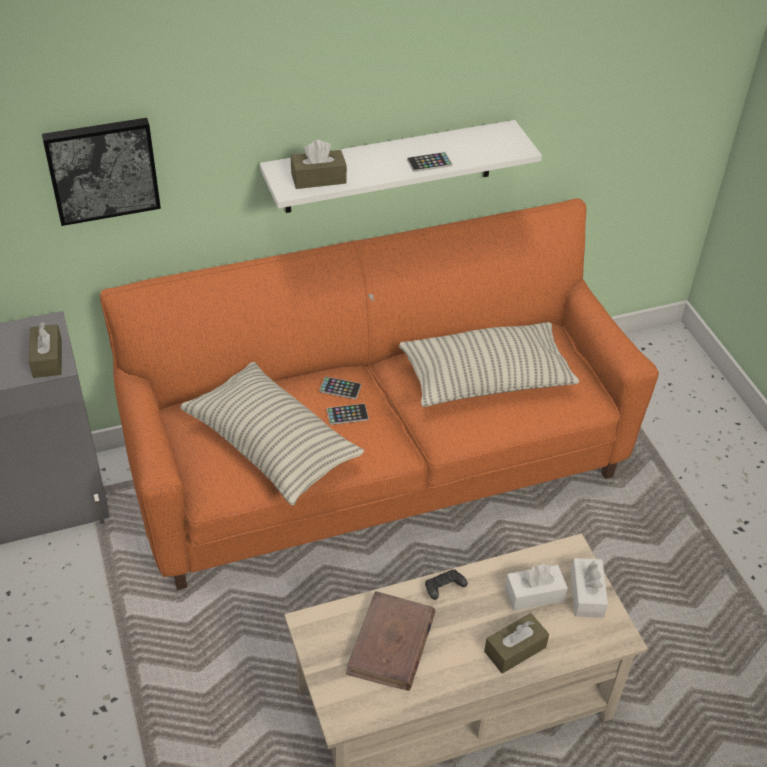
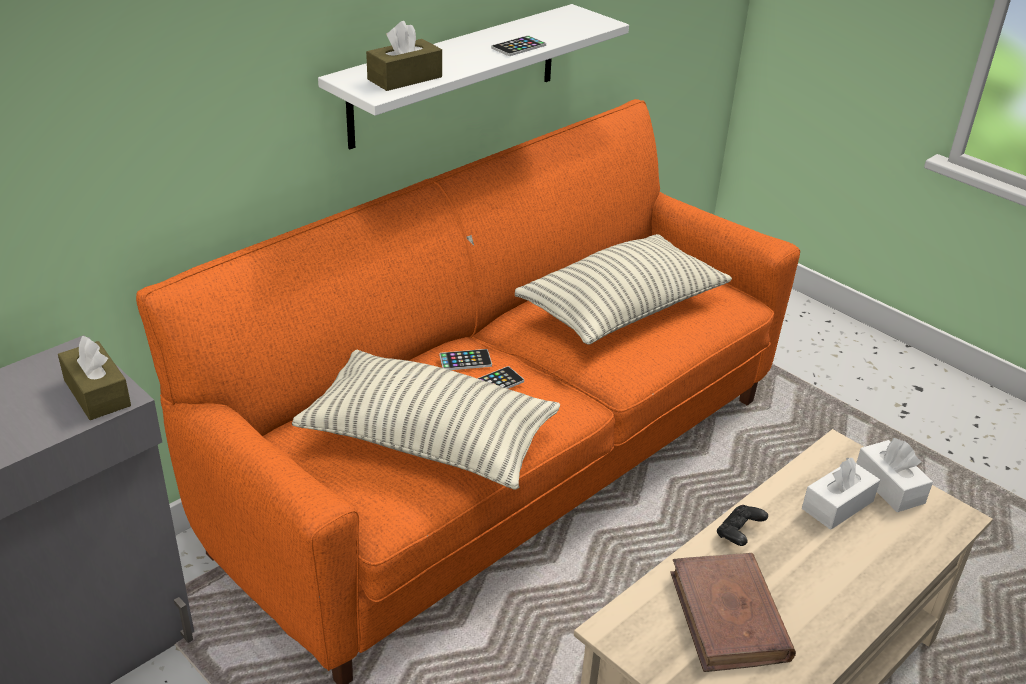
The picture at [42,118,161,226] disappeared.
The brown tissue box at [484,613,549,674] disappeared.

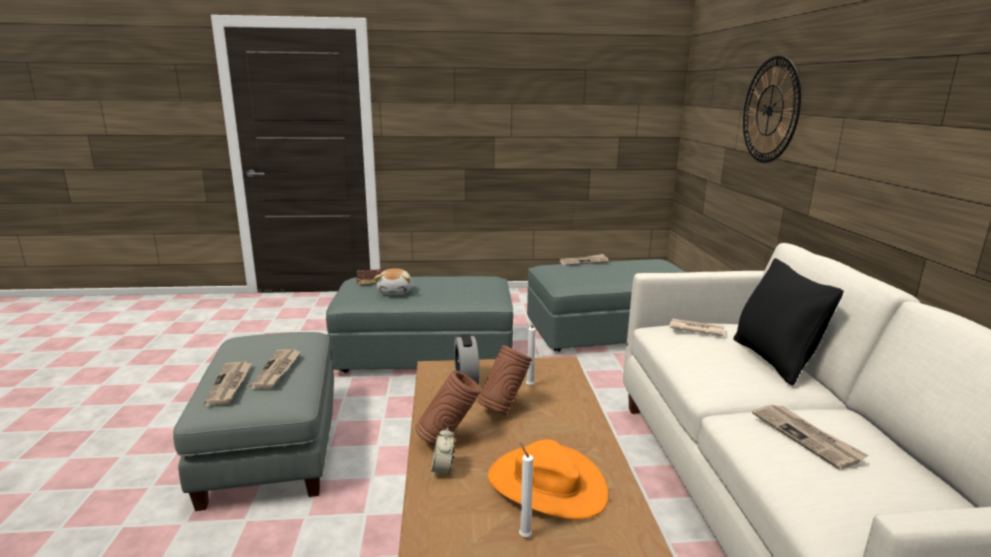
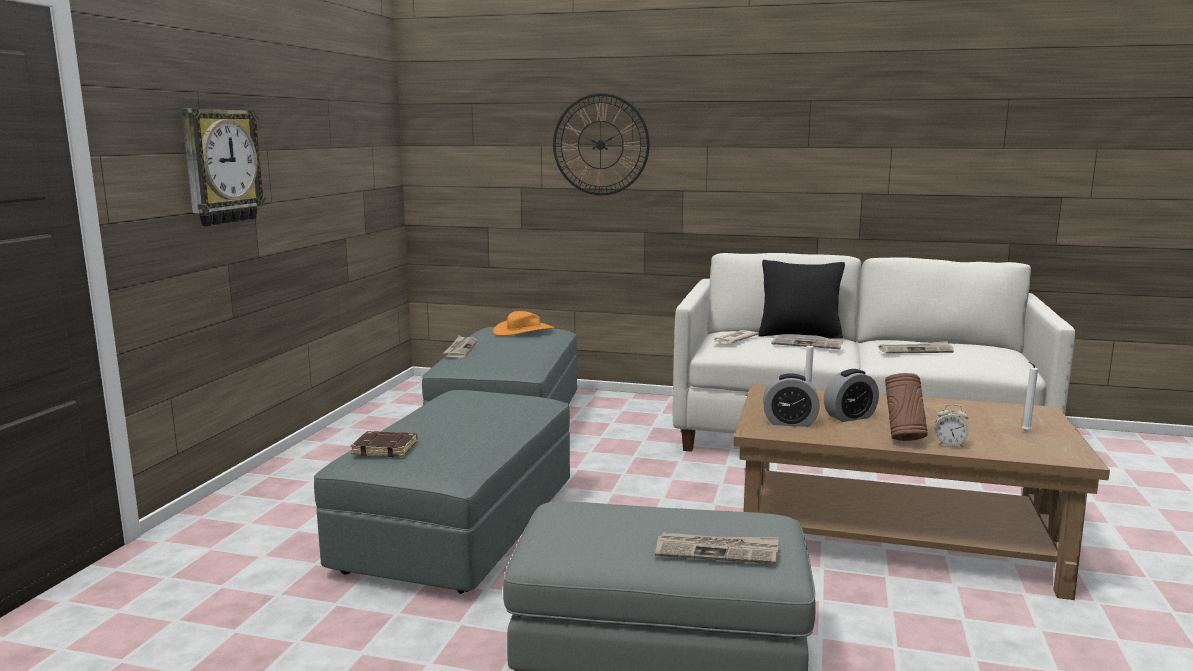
The newspaper moved from [249,349,301,389] to [771,336,844,349].
The plush toy at [374,269,412,295] disappeared.
The brown vase at [477,345,532,415] was replaced by the alarm clock at [824,369,879,422].
The orange hat moved from [488,440,609,520] to [493,311,554,336].
The wall clock at [181,109,266,226] appeared.

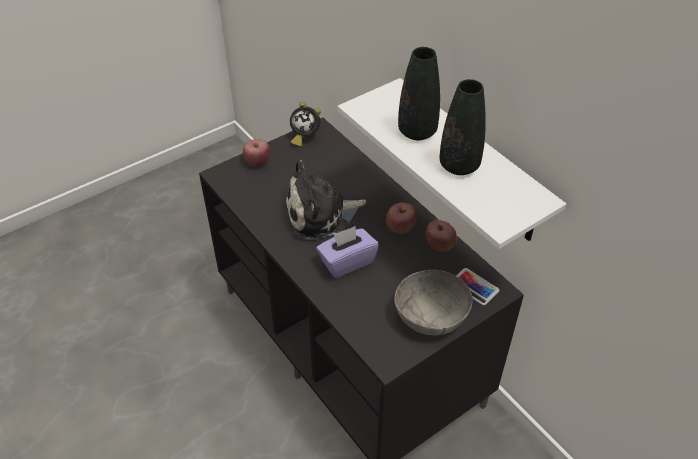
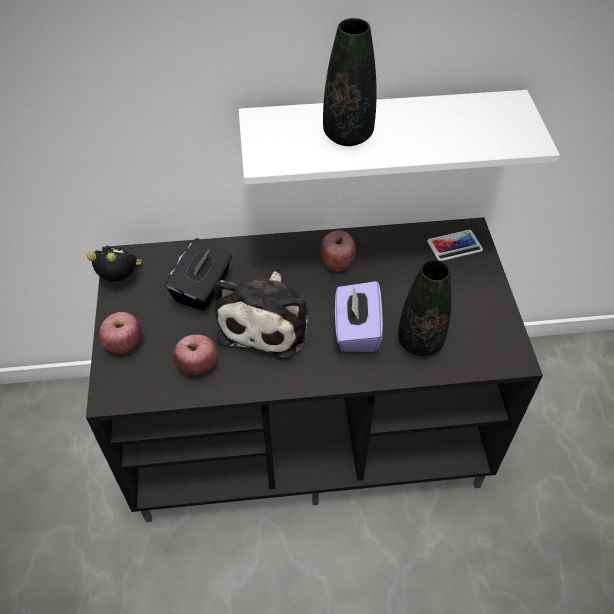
The alarm clock at [290,102,321,147] turned 120 degrees counterclockwise.
The grey bowl at [395,270,473,335] disappeared.
The apple moved from [425,220,457,252] to [173,334,217,375].
The black vase moved from [440,79,486,175] to [398,260,452,356].
The black tissue box at [165,238,232,310] appeared.

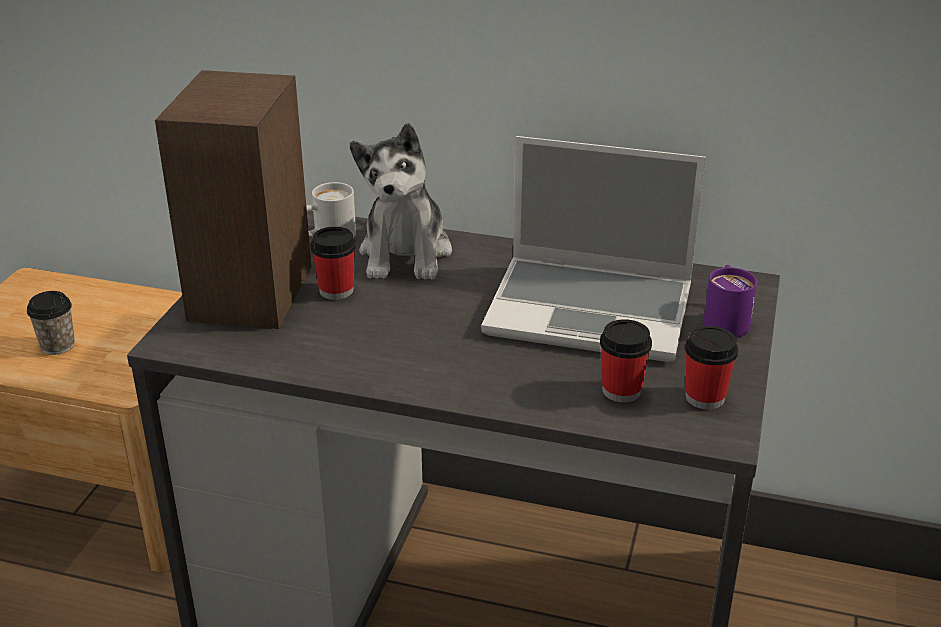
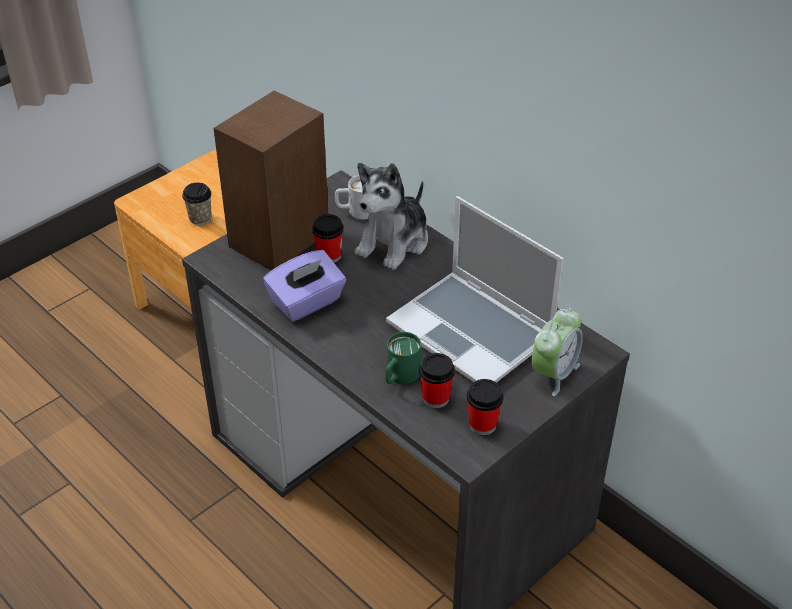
The purple mug at [703,265,757,338] was replaced by the alarm clock at [532,308,583,396].
The purple tissue box at [263,250,346,322] appeared.
The green mug at [385,332,421,384] appeared.

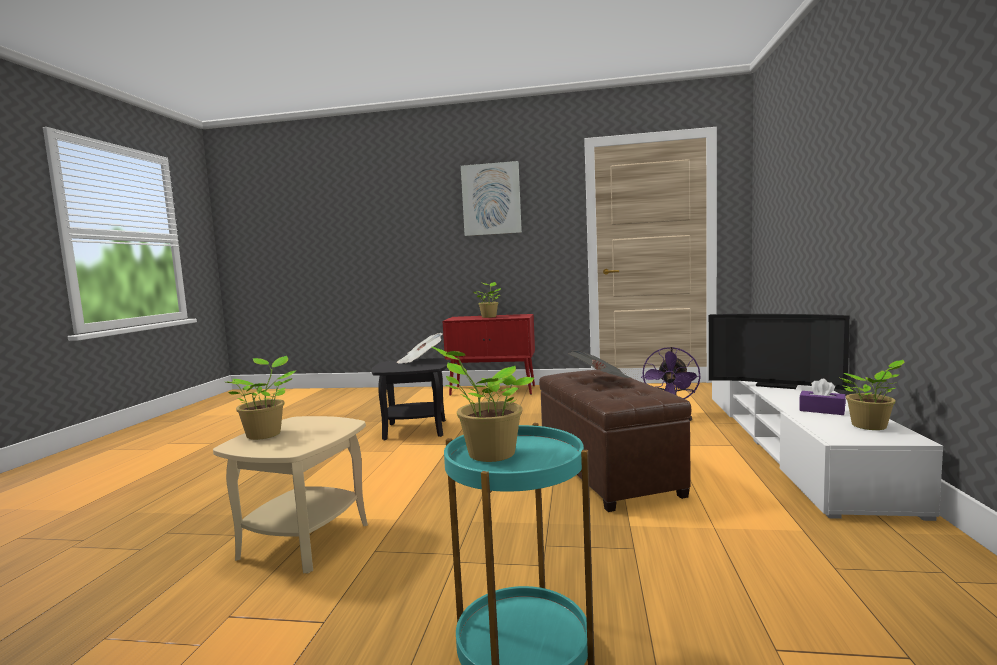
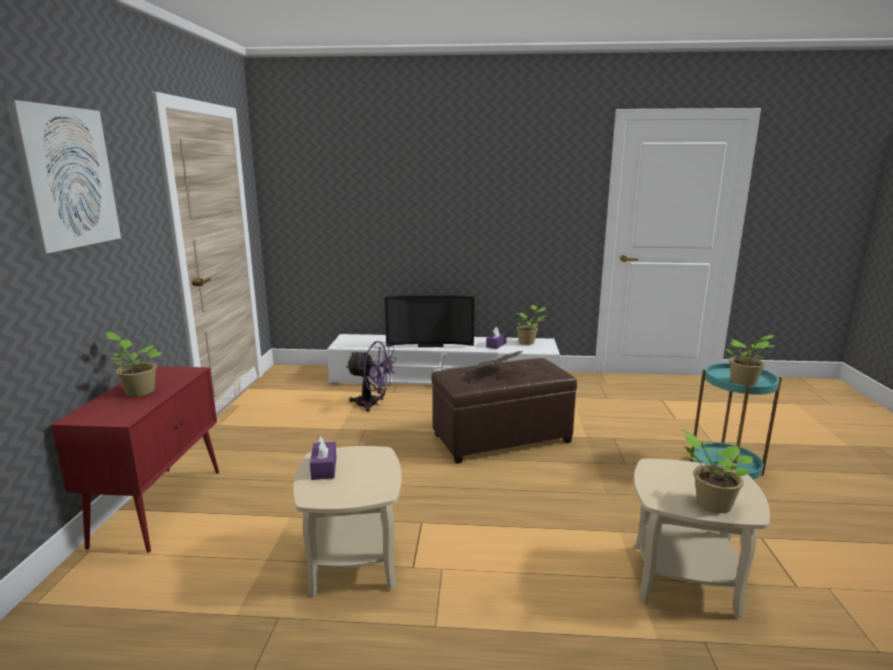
The black side table at [372,358,448,440] became the beige side table at [293,446,402,597].
The newspaper at [397,333,443,364] was replaced by the purple tissue box at [310,436,337,480].
The television at [709,314,850,391] turned 60 degrees clockwise.

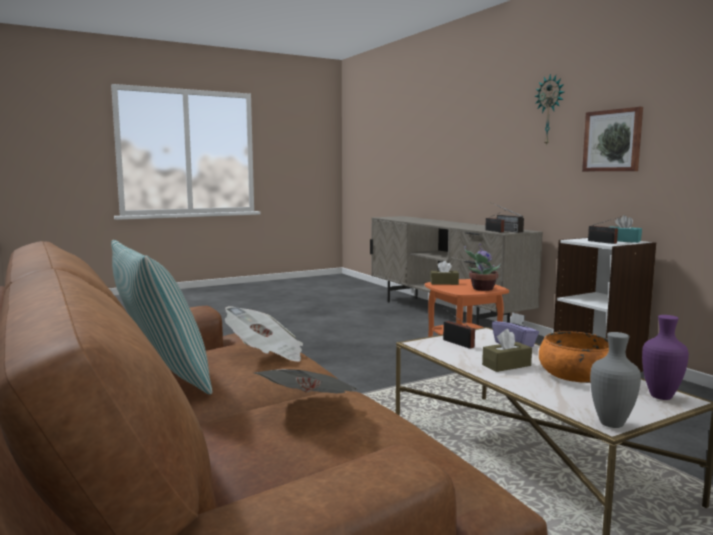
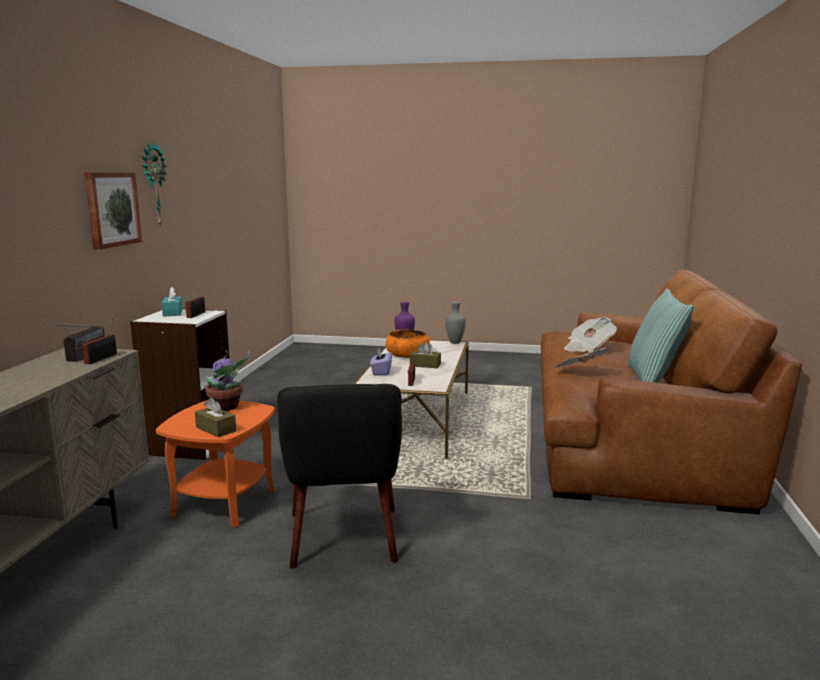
The wall clock moved from [534,74,564,146] to [142,142,167,228].
The black armchair at [277,384,402,569] appeared.

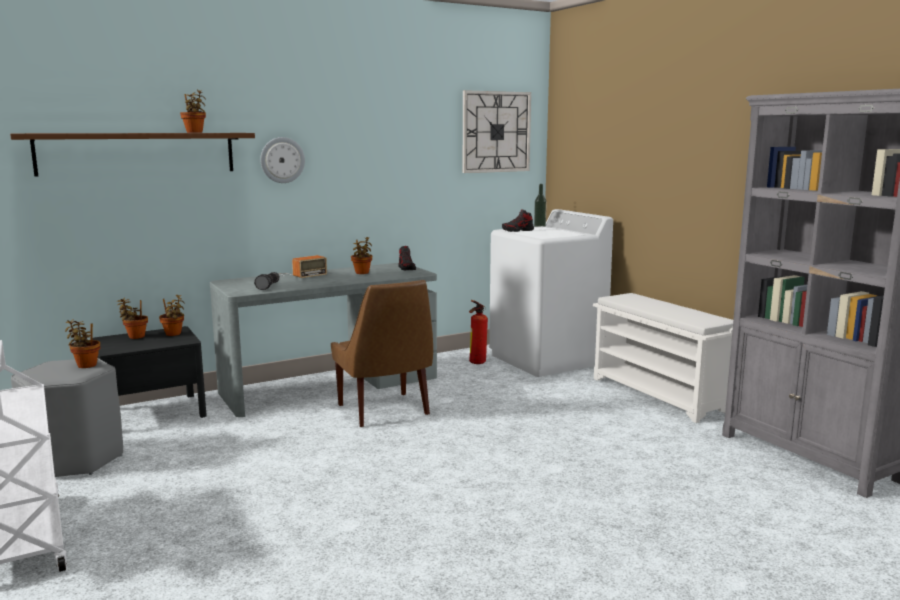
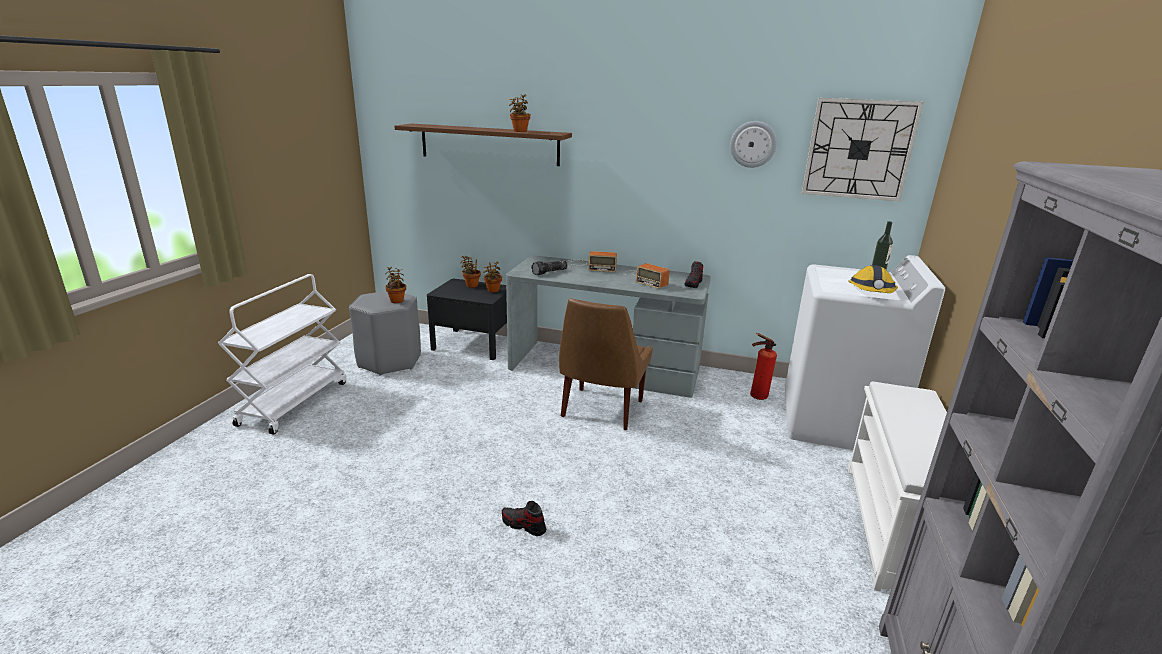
The wall clock moved from [260,137,305,183] to [730,121,777,168].
The potted plant at [351,237,372,274] was replaced by the radio at [624,263,670,289].
The shoe moved from [502,209,534,232] to [502,501,546,536].
The hard hat at [848,265,898,293] appeared.

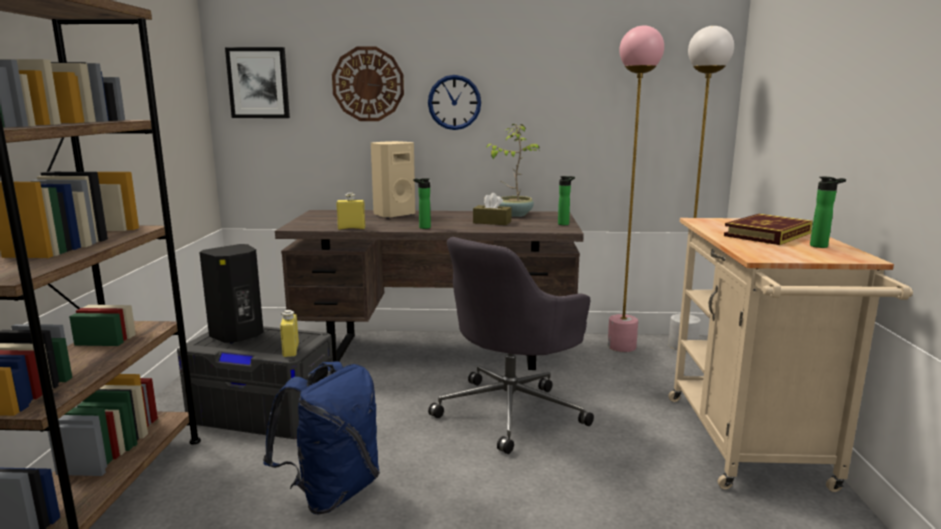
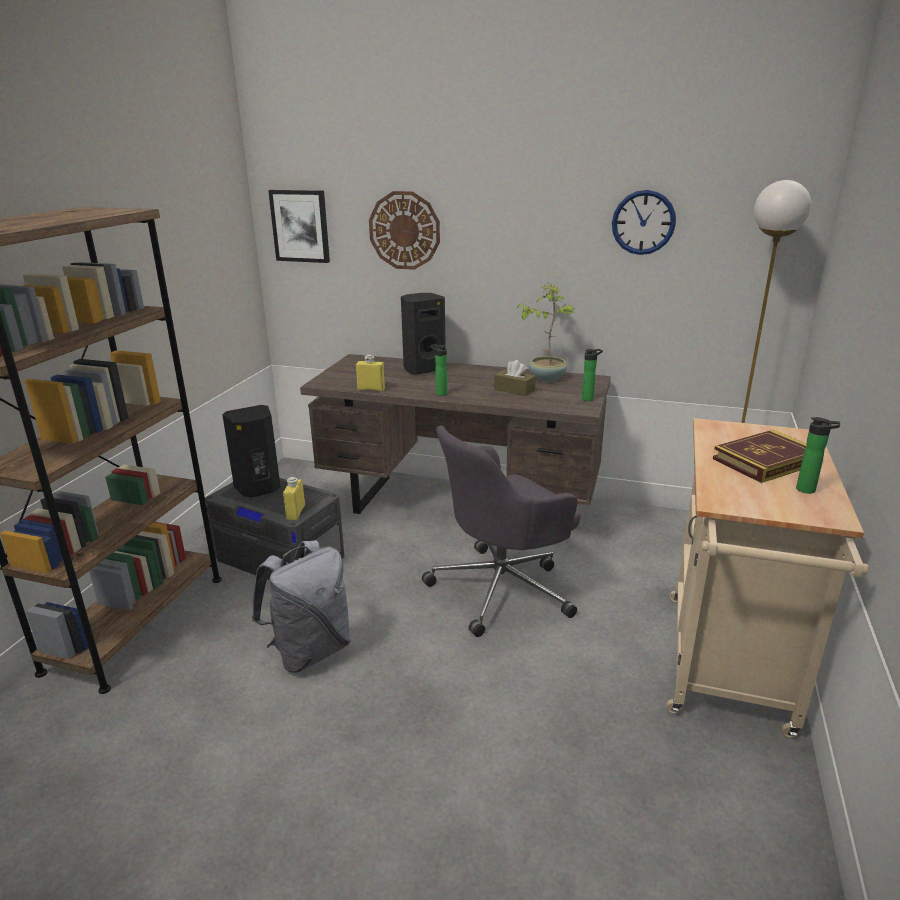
The blue backpack at [263,361,380,515] became the grey backpack at [252,540,351,673].
The beige speaker at [371,141,415,219] became the black speaker at [401,293,446,375].
The wall clock moved from [428,75,481,130] to [612,190,676,255].
The pink floor lamp at [607,26,664,352] disappeared.

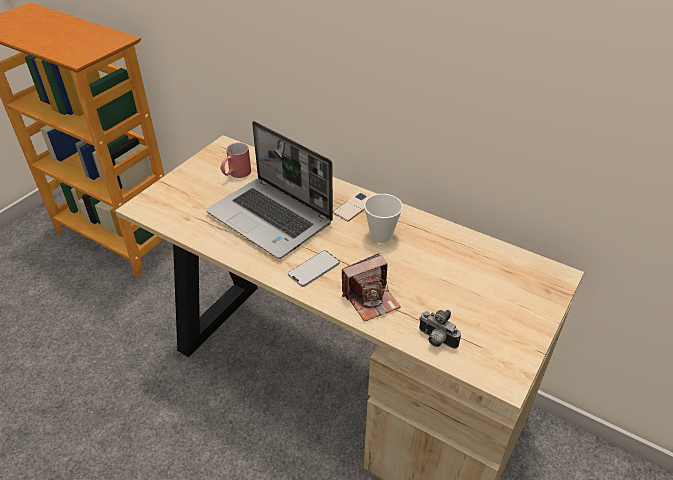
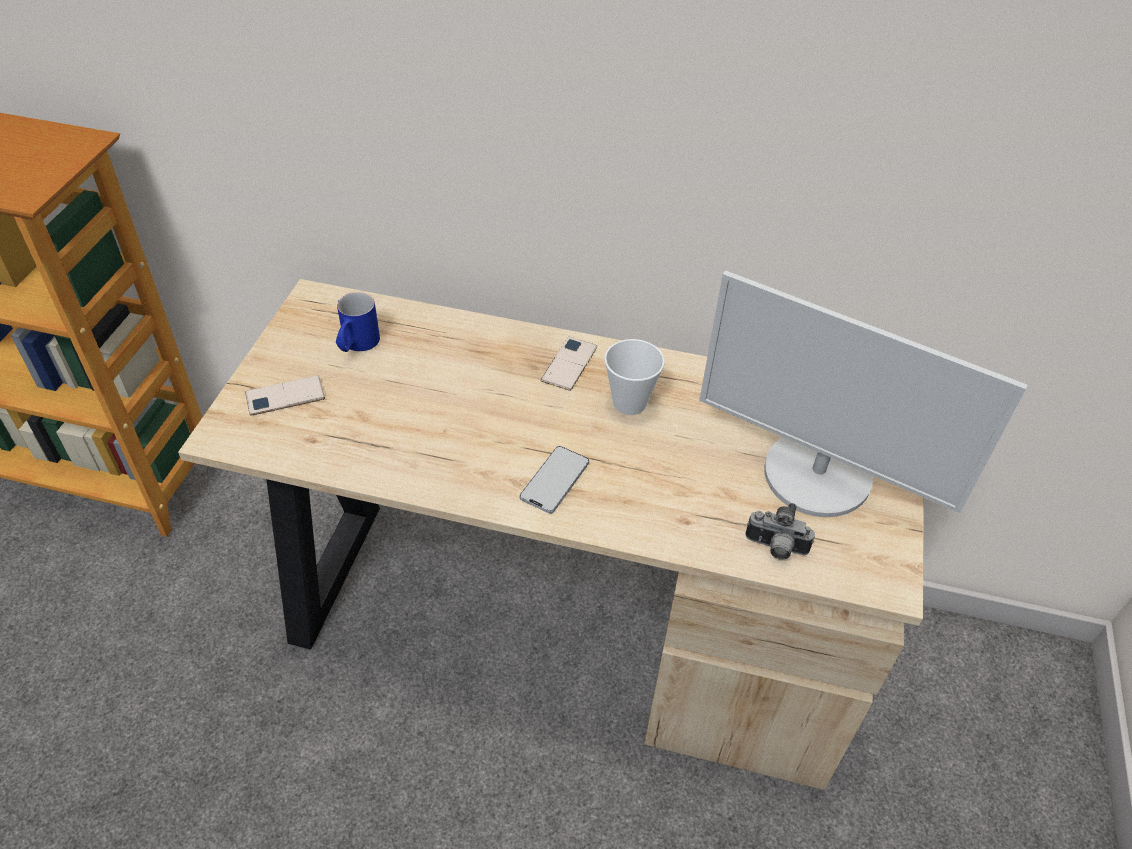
The laptop at [206,121,333,259] disappeared.
The red mug at [220,142,251,178] became the blue mug at [336,292,380,352].
The photo camera at [342,253,401,322] disappeared.
The phone at [245,375,325,415] appeared.
The monitor at [699,270,1027,517] appeared.

